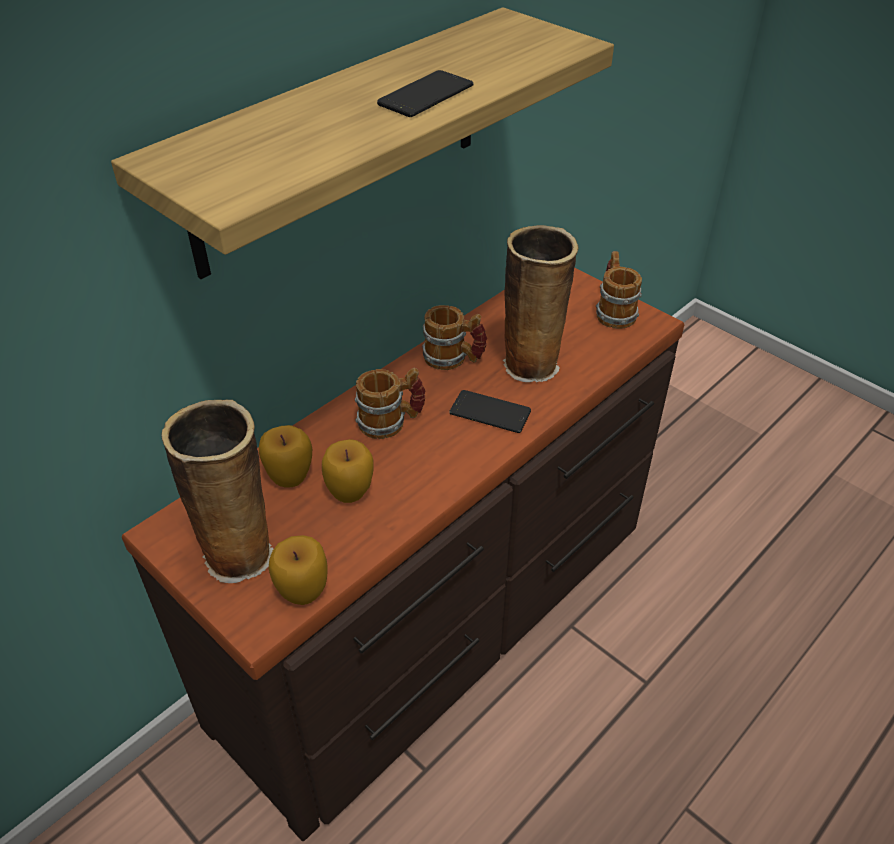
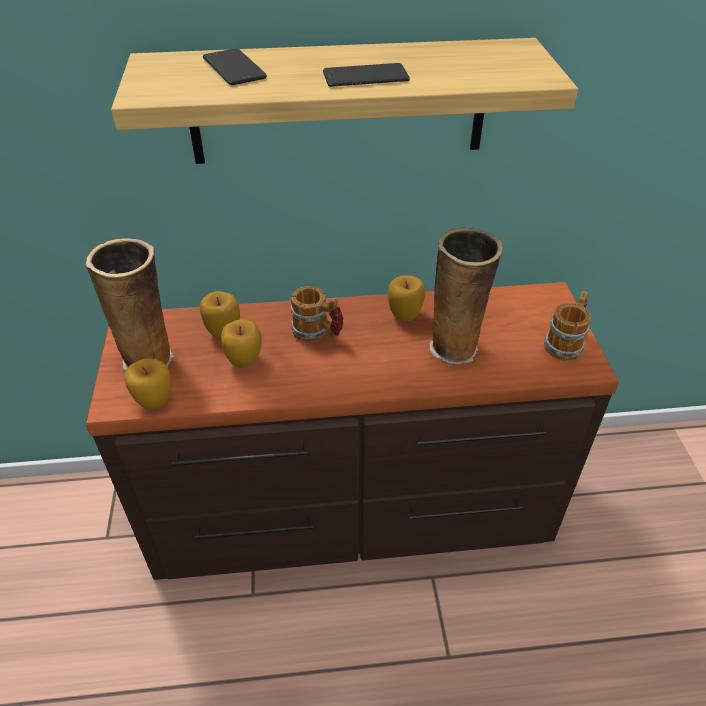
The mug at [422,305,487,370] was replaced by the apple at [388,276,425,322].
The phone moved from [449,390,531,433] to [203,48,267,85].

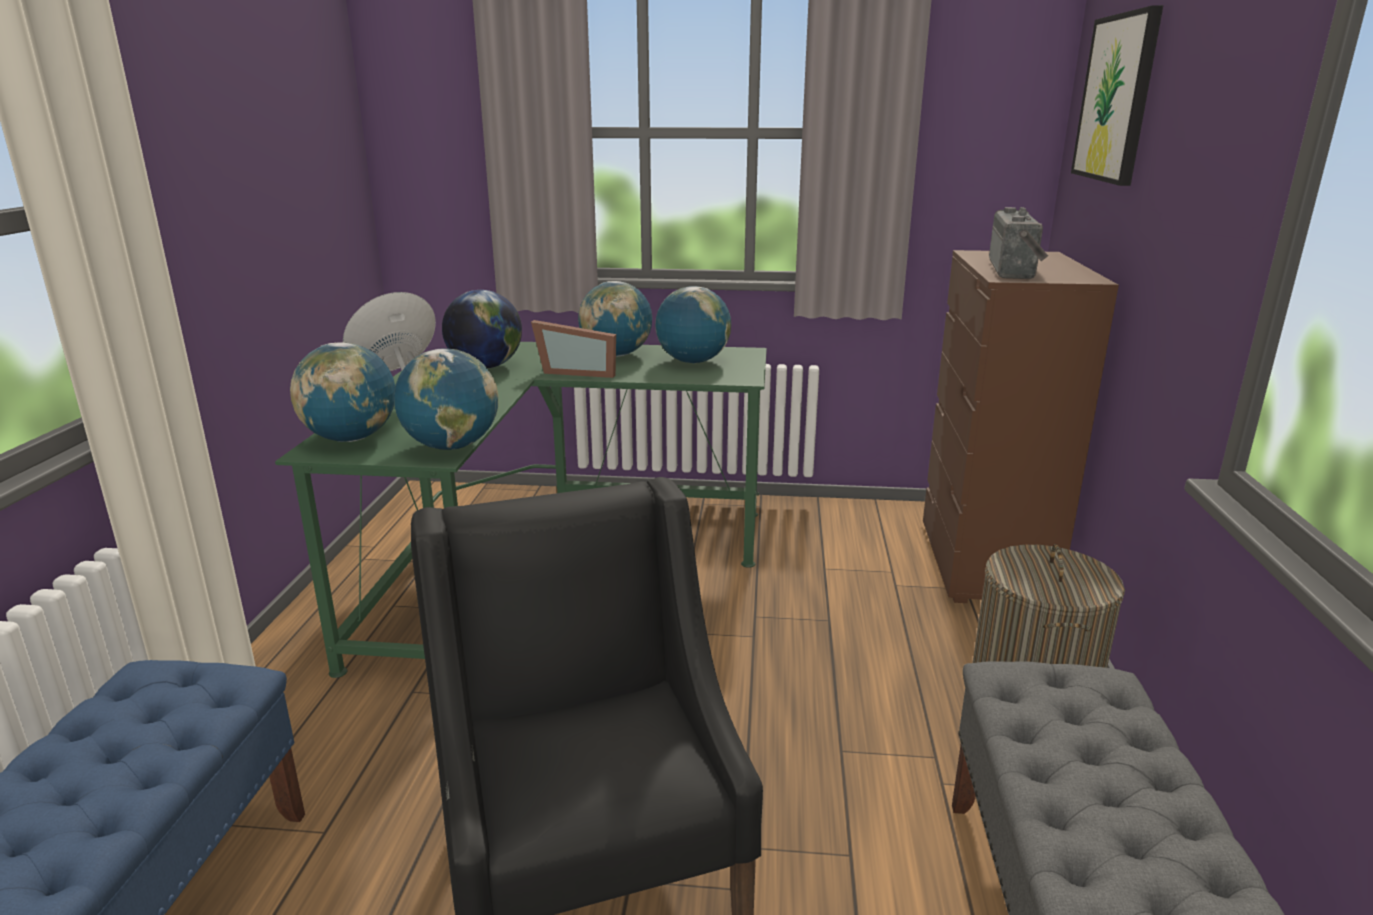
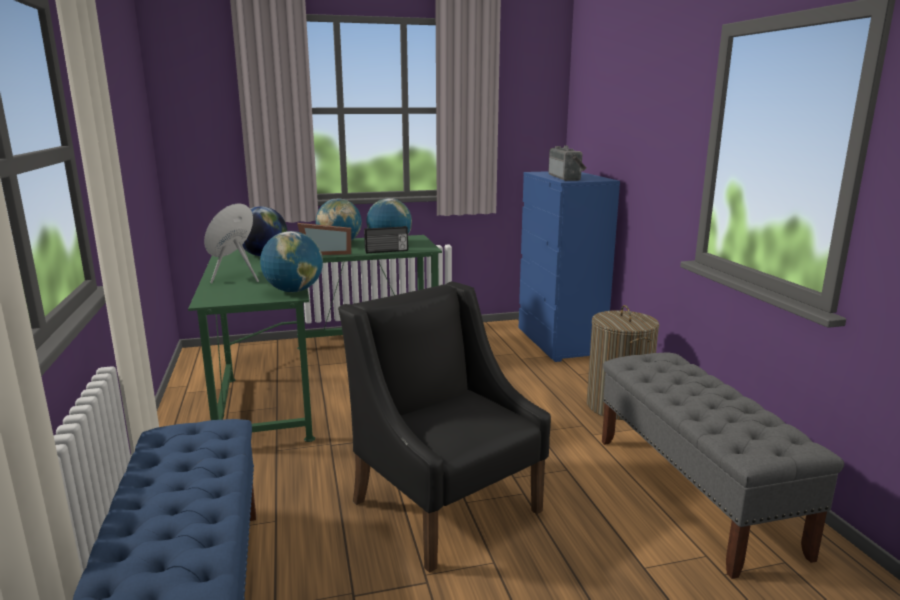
The globe at [290,343,395,442] disappeared.
The brown dresser at [923,250,1119,603] became the blue dresser at [519,171,620,362].
The picture at [1071,5,1163,186] disappeared.
The radio at [364,226,408,253] appeared.

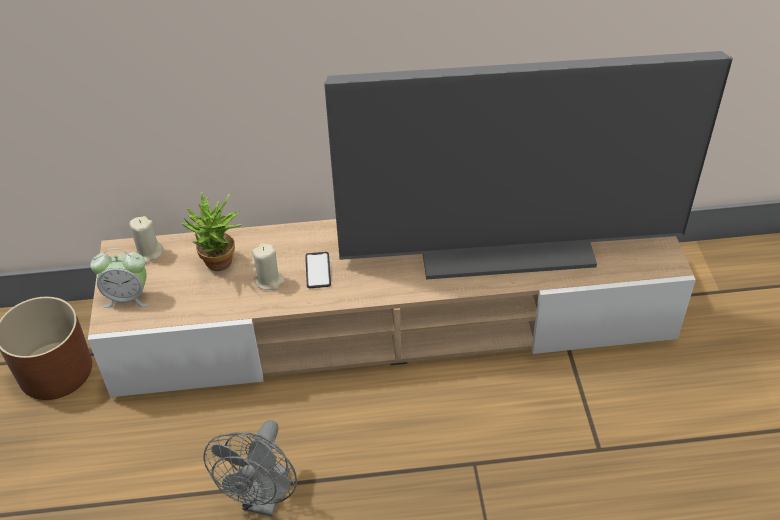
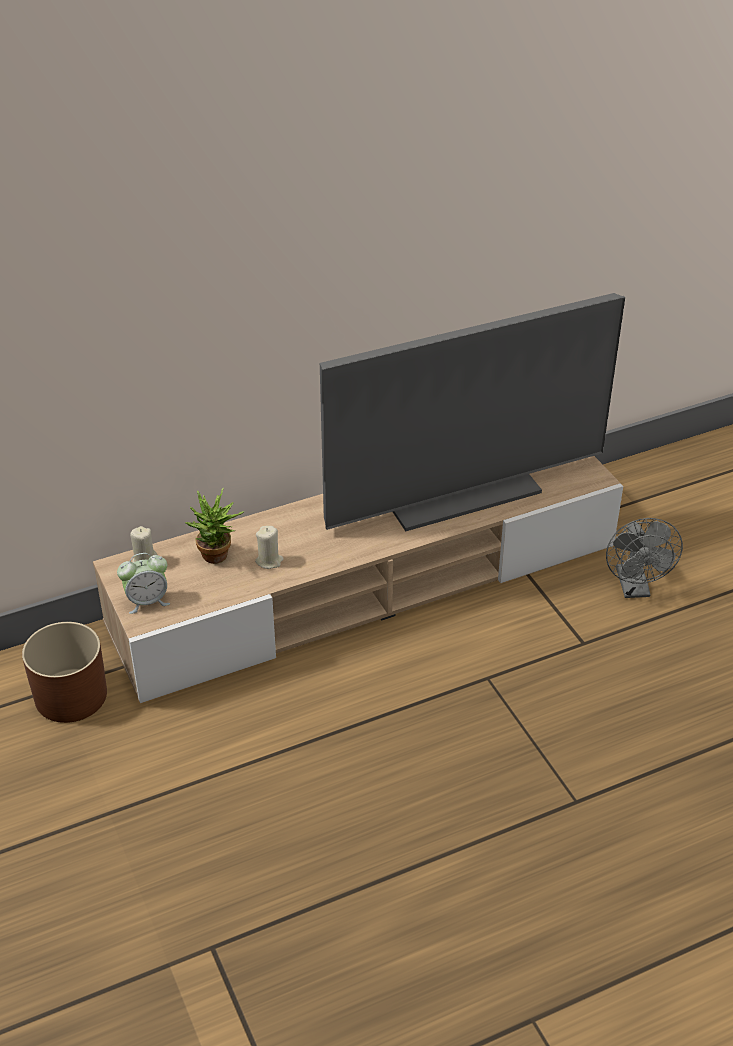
The grey fan moved from [203,420,297,516] to [606,518,683,598].
The phone at [305,252,331,288] disappeared.

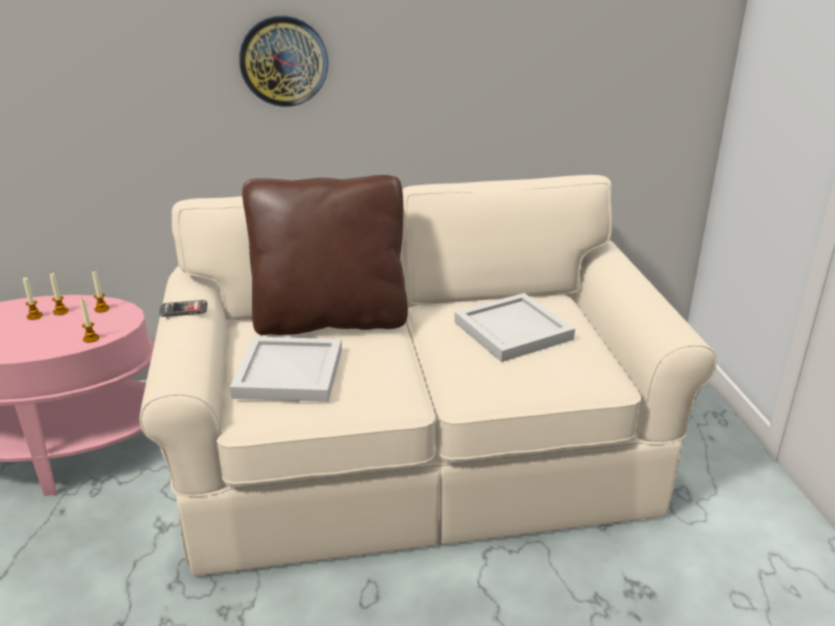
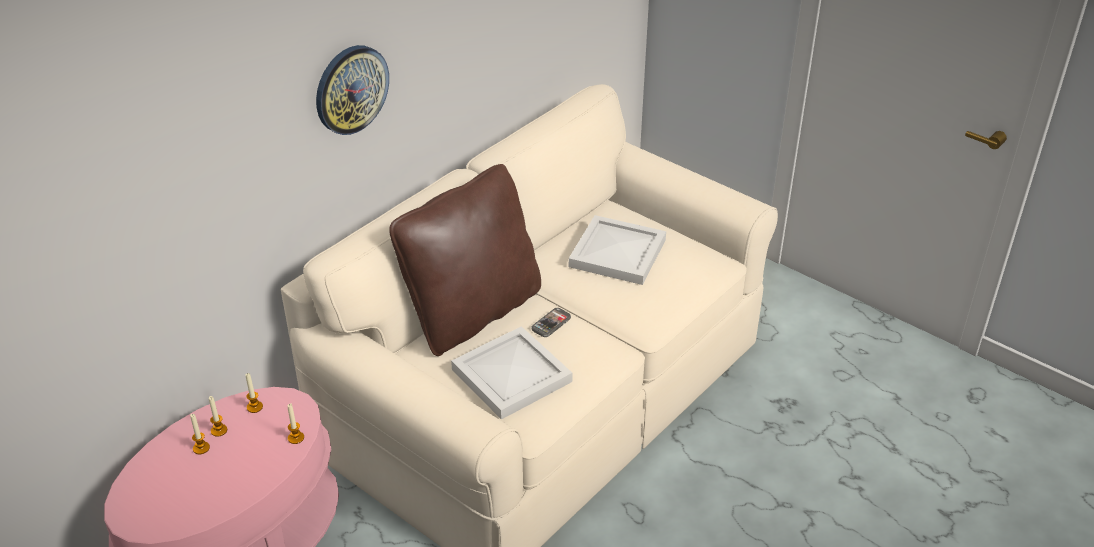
The phone moved from [159,300,208,317] to [531,308,571,337].

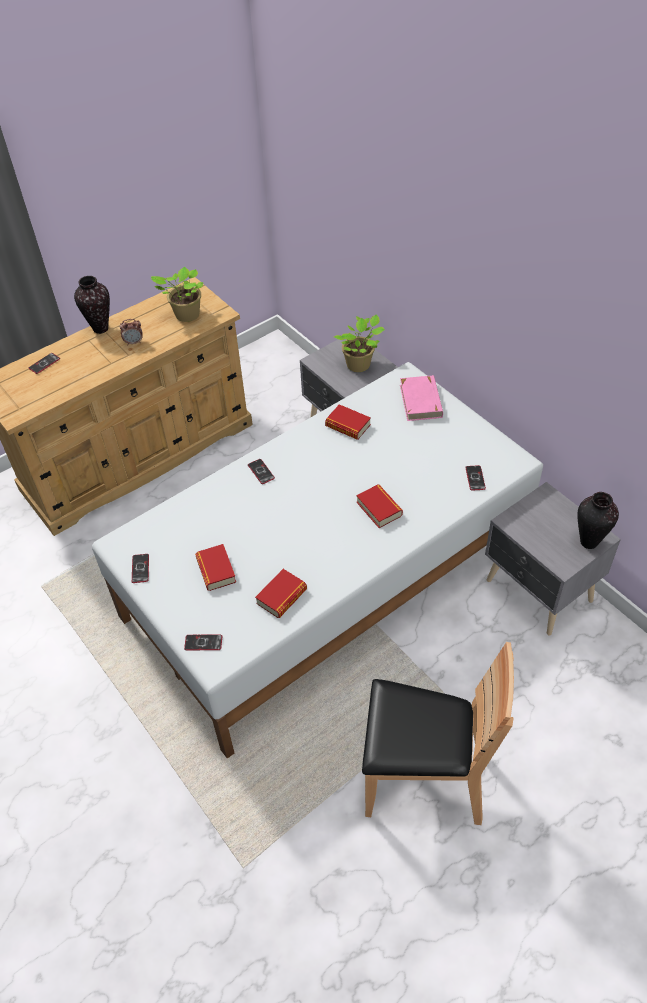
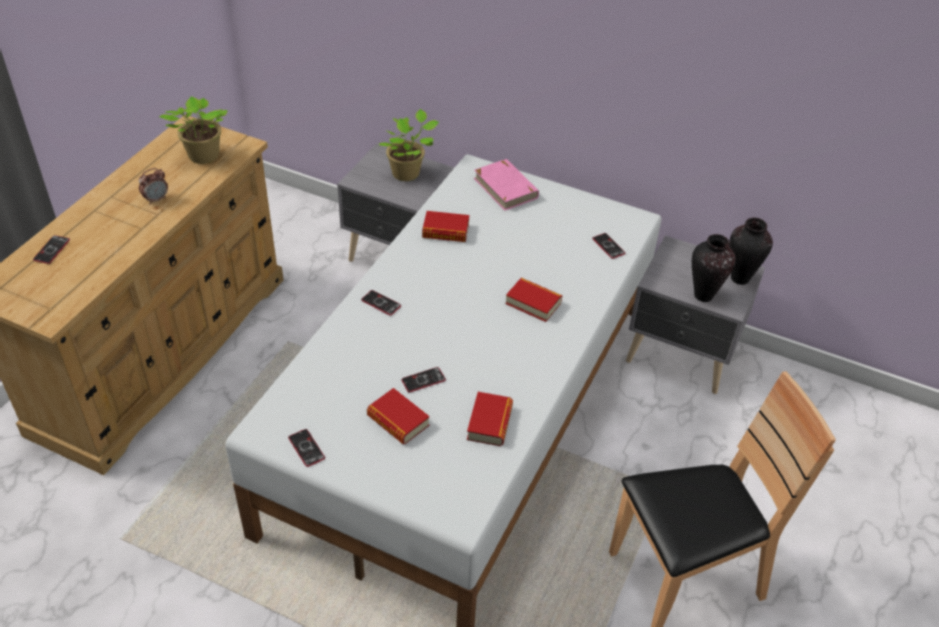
The vase moved from [74,276,110,334] to [692,234,736,302].
The phone moved from [184,635,222,650] to [401,367,446,392].

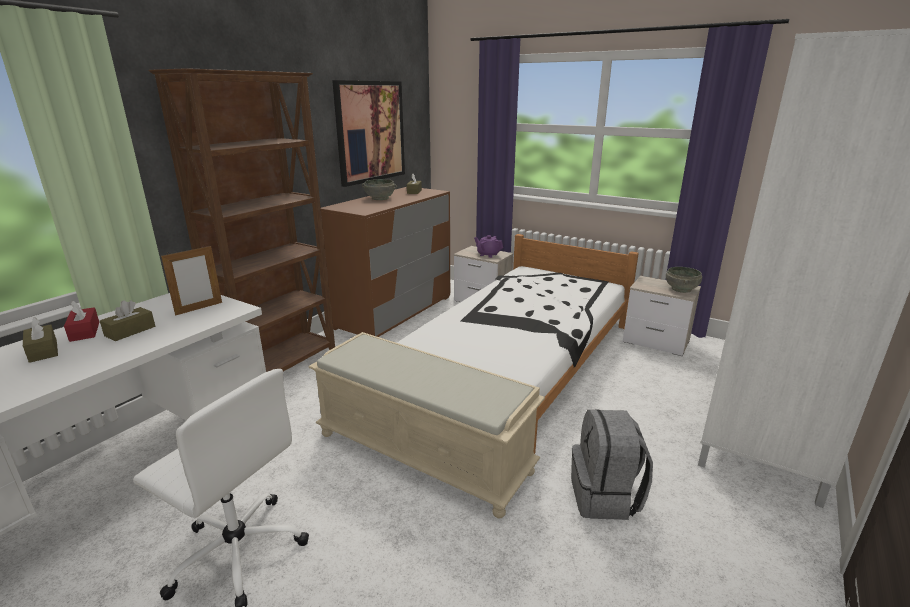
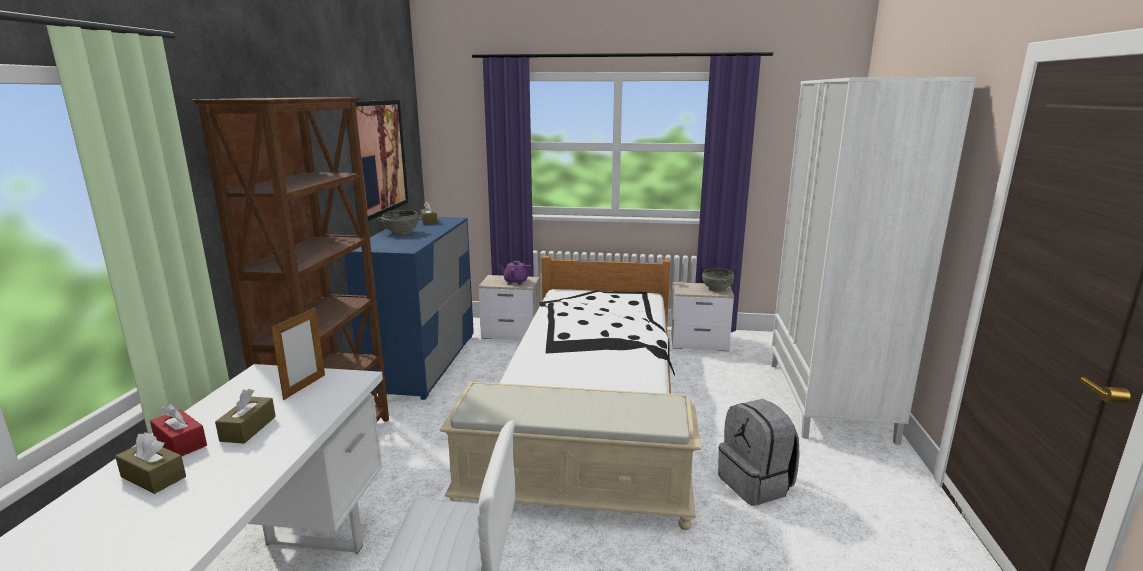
The brown dresser at [321,187,450,337] became the blue dresser at [344,216,474,400].

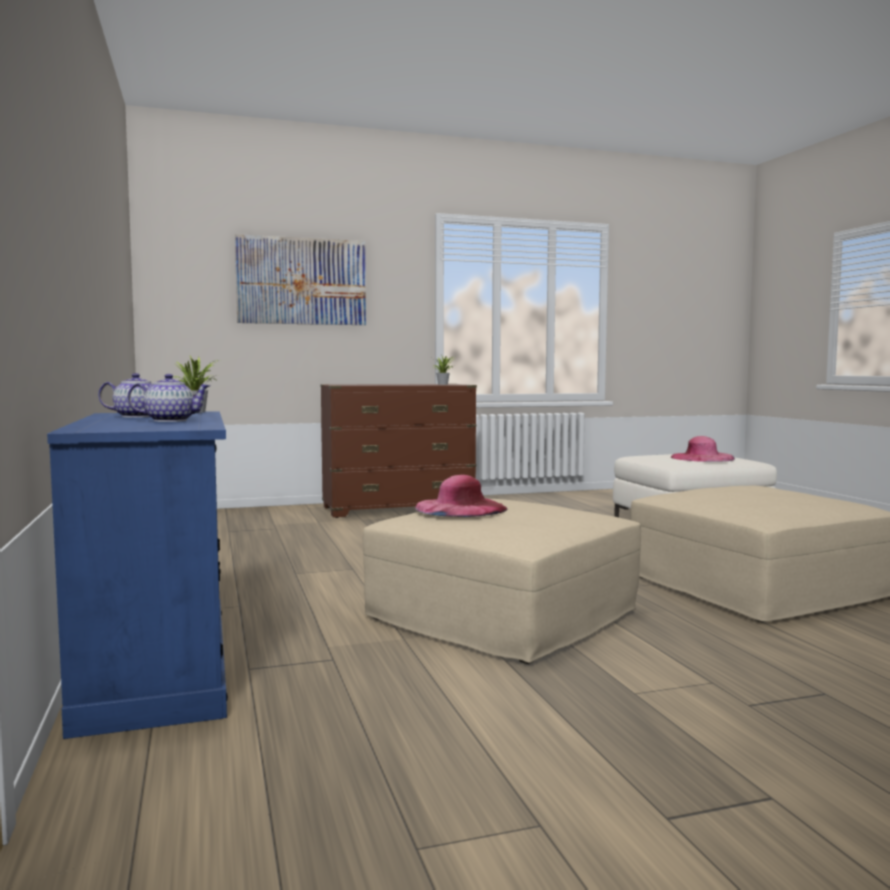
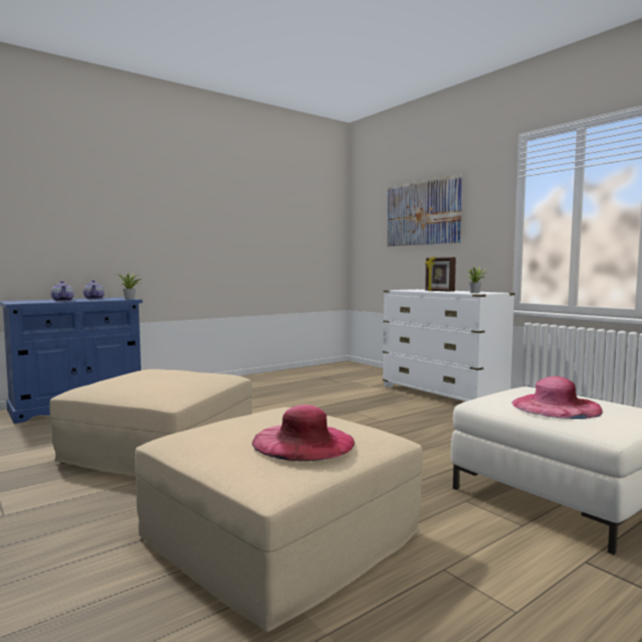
The brown dresser at [320,384,477,518] became the white dresser at [382,289,515,402].
The pink hat moved from [415,475,508,517] to [252,405,355,461].
The picture frame at [425,256,456,292] appeared.

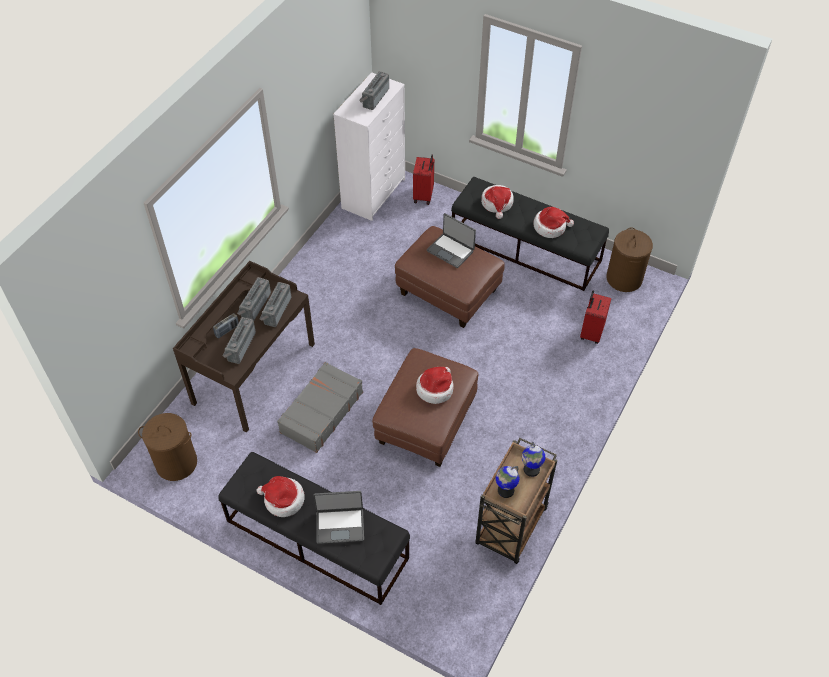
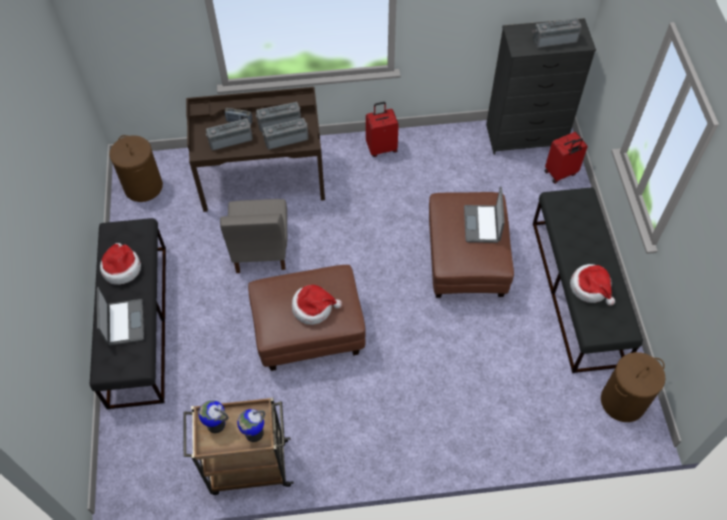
The grey suitcase at [277,362,363,453] was replaced by the grey chair at [220,199,287,273].
The laptop at [314,491,364,544] turned 150 degrees counterclockwise.
The white dresser at [333,72,405,221] became the black dresser at [486,18,596,155].
The hat at [481,185,514,219] disappeared.
The red suitcase moved from [580,290,611,344] to [366,102,399,157].

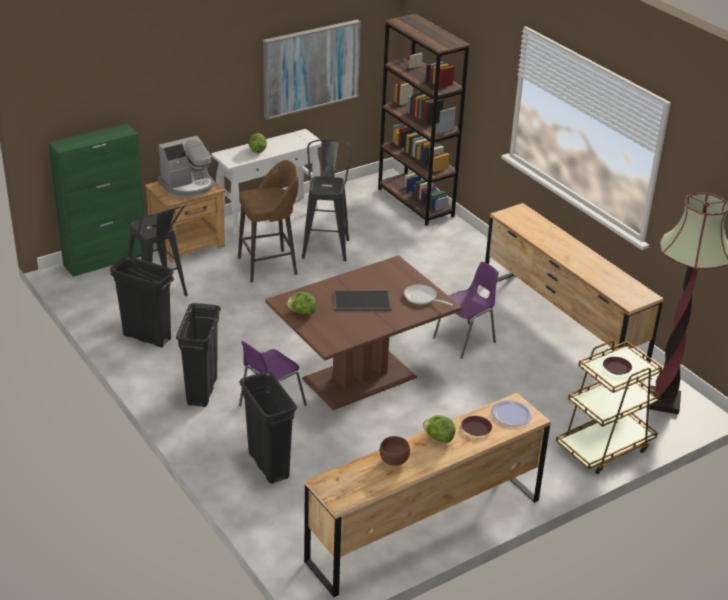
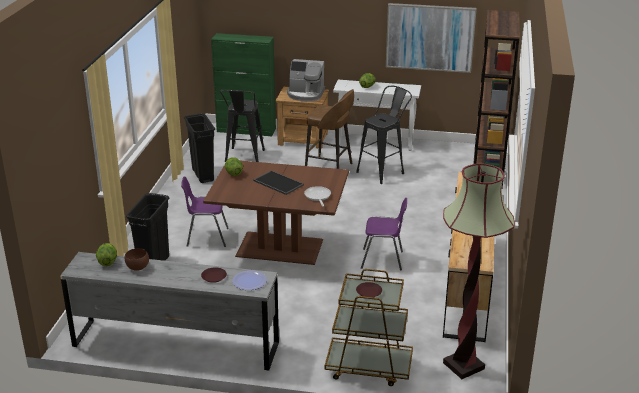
The black trash can at [176,303,221,407] disappeared.
The brown dresser at [304,393,551,597] became the grey dresser at [60,252,279,371].
The lettuce moved from [423,415,456,443] to [96,243,117,266].

